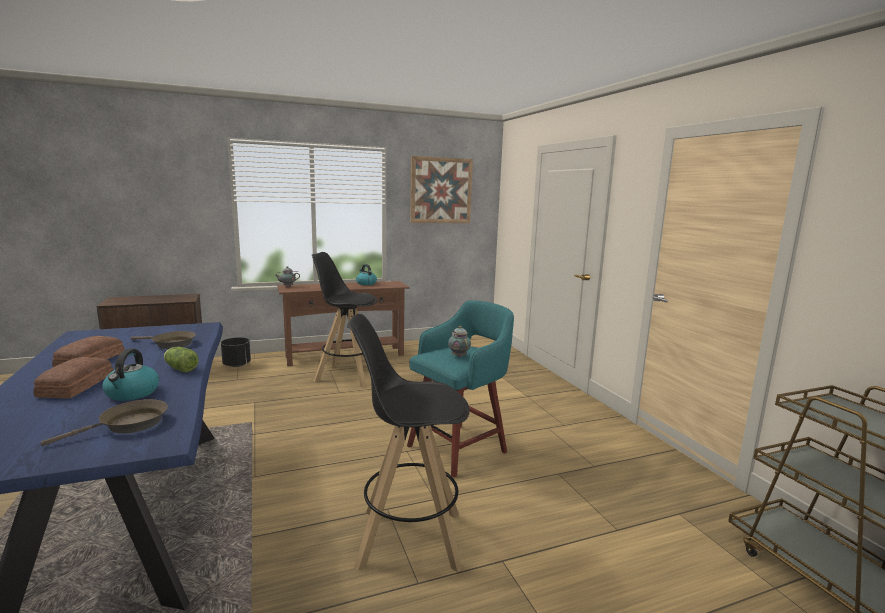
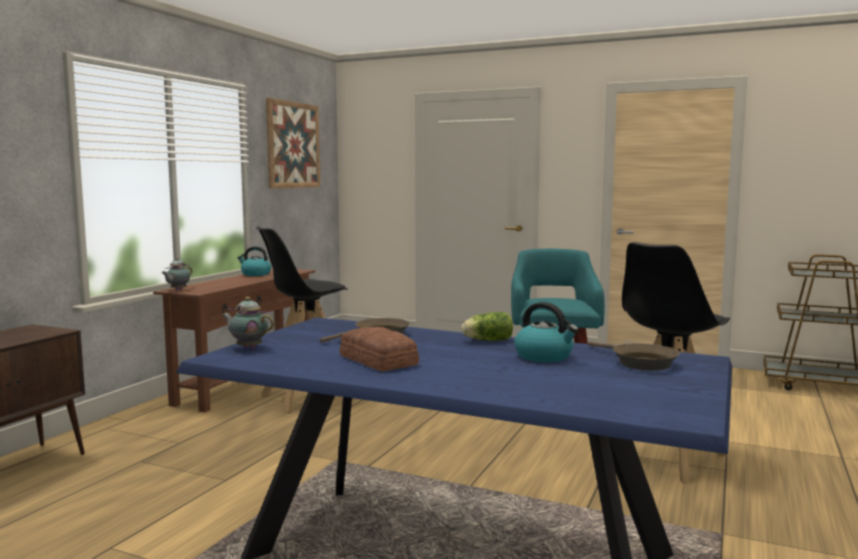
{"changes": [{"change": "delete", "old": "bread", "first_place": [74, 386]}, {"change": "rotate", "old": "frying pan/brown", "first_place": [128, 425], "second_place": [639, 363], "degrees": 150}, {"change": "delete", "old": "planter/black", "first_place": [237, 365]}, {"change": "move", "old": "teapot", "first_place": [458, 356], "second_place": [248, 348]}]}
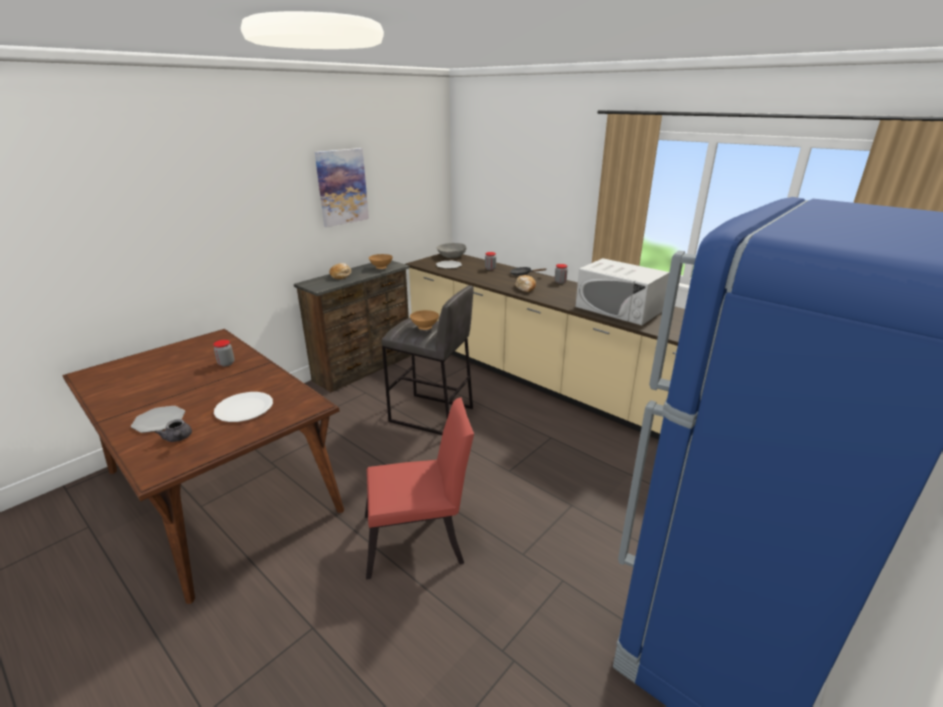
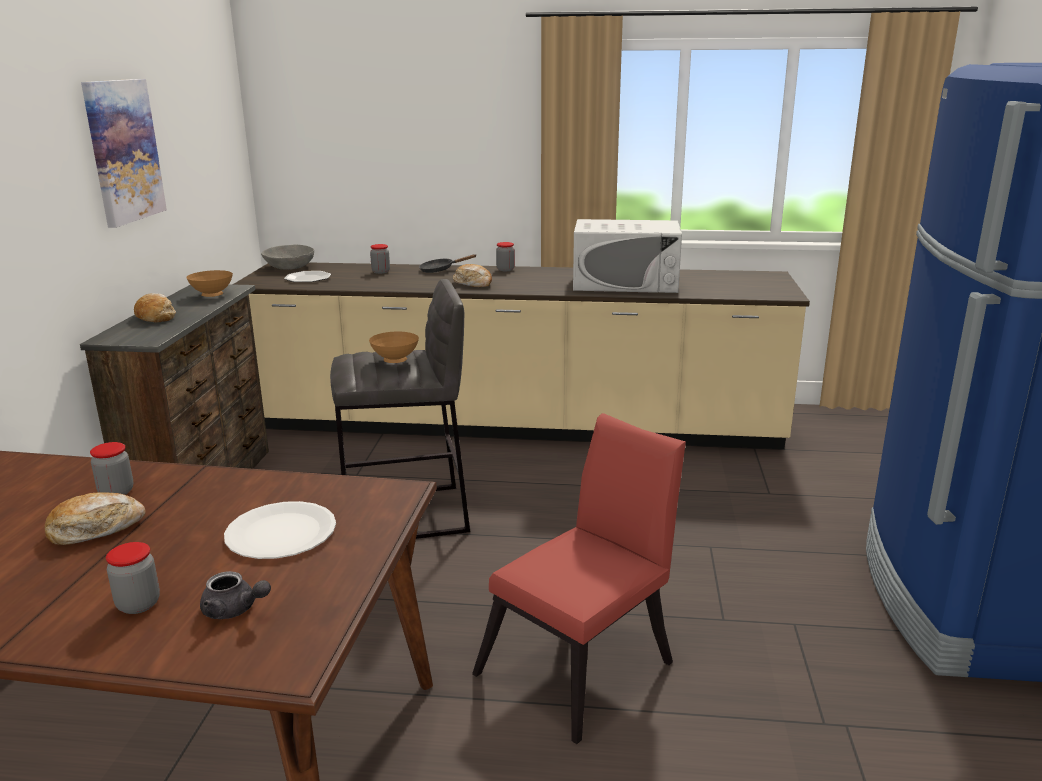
{"changes": [{"change": "replace", "old": "plate", "new": "jar", "first_place": [159, 420], "second_place": [138, 604]}, {"change": "insert", "new": "bread", "second_place": [96, 529]}]}
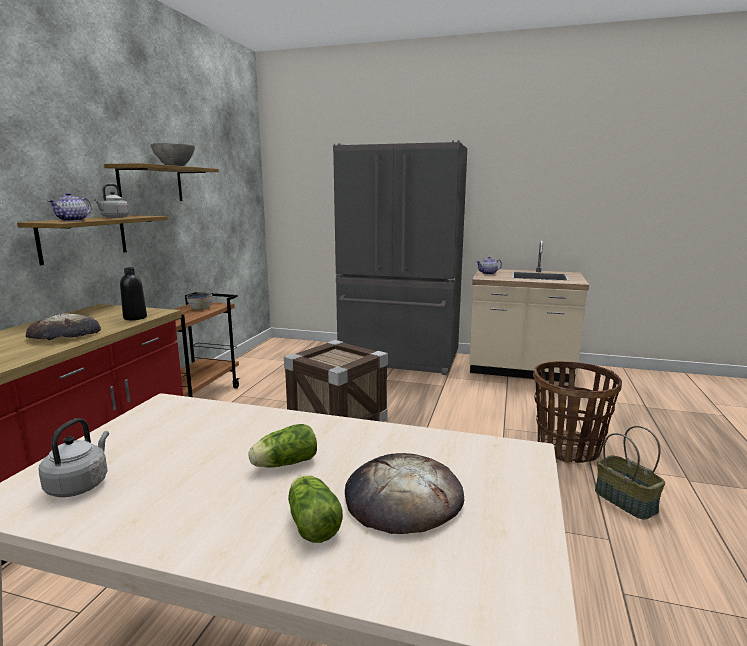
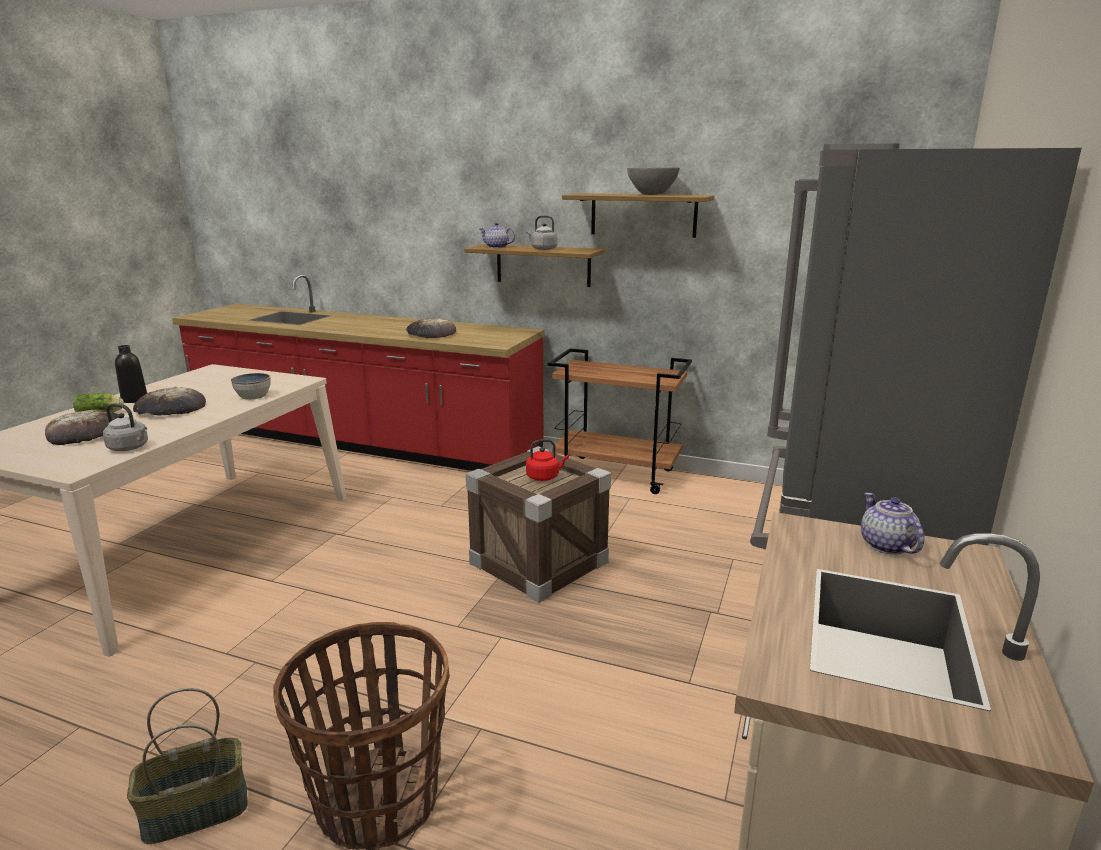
{"changes": [{"change": "move", "old": "kettle/grey", "first_place": [80, 484], "second_place": [130, 448]}, {"change": "move", "old": "bottle/black", "first_place": [135, 318], "second_place": [134, 399]}, {"change": "move", "old": "bowl", "first_place": [200, 308], "second_place": [253, 396]}, {"change": "replace", "old": "lettuce", "new": "bread", "first_place": [283, 464], "second_place": [170, 409]}, {"change": "insert", "new": "kettle/red", "second_place": [544, 477]}]}
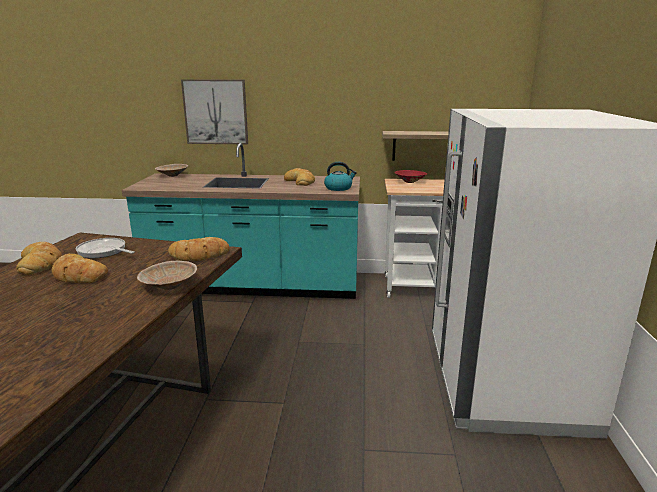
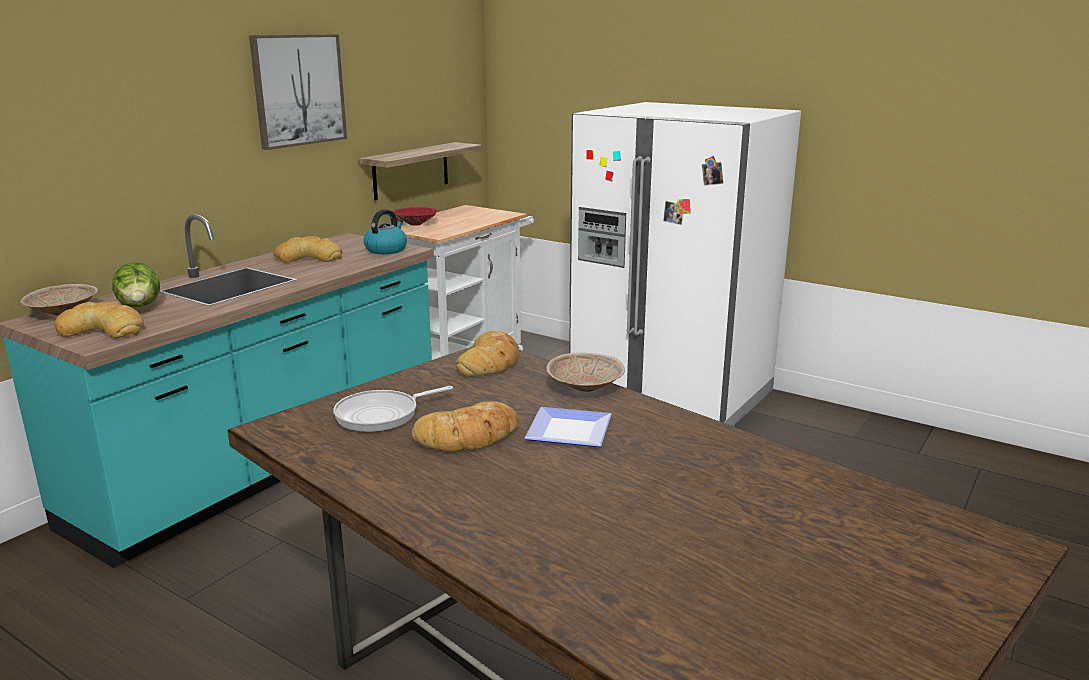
{"changes": [{"change": "move", "old": "bread", "first_place": [41, 263], "second_place": [103, 329]}, {"change": "move", "old": "picture", "first_place": [216, 112], "second_place": [298, 90]}, {"change": "insert", "new": "lettuce", "second_place": [140, 308]}, {"change": "insert", "new": "plate", "second_place": [572, 430]}]}
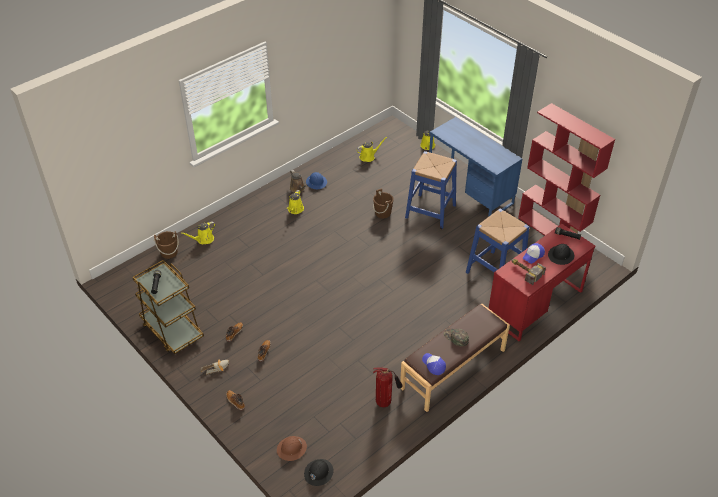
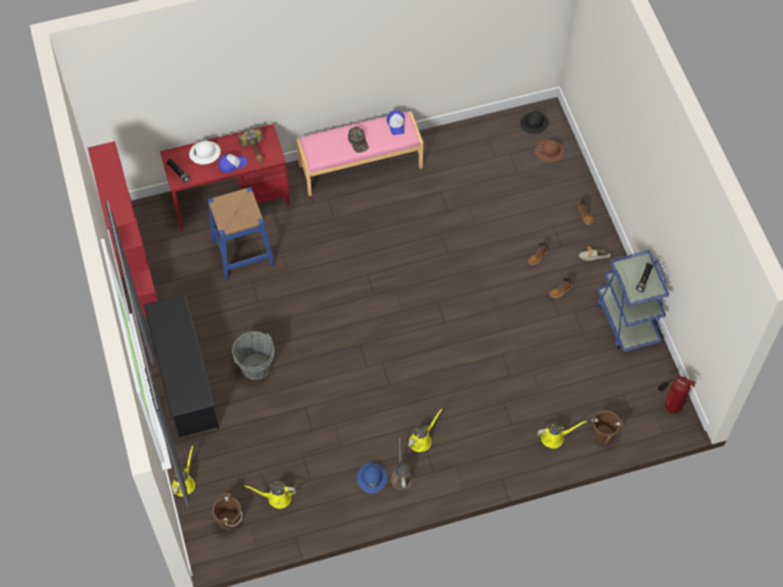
{"changes": [{"change": "recolor", "old": "cart/brown", "new": "cart/blue", "first_place": [172, 330], "second_place": [627, 320]}, {"change": "move", "old": "bucket/brown", "first_place": [383, 213], "second_place": [229, 519]}, {"change": "move", "old": "fire extinguisher", "first_place": [385, 402], "second_place": [670, 407]}, {"change": "recolor", "old": "bench/brown", "new": "bench/pink", "first_place": [453, 369], "second_place": [360, 165]}, {"change": "replace", "old": "stool/blue", "new": "bucket/grey", "first_place": [430, 211], "second_place": [256, 367]}, {"change": "replace", "old": "desk/blue", "new": "shoe rack/black", "first_place": [469, 190], "second_place": [185, 380]}, {"change": "recolor", "old": "hard hat/black", "new": "hard hat/white", "first_place": [561, 255], "second_place": [205, 153]}]}
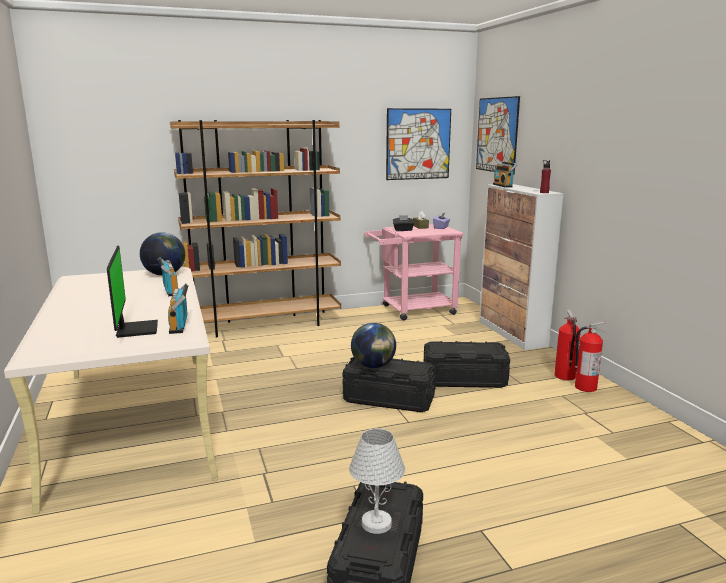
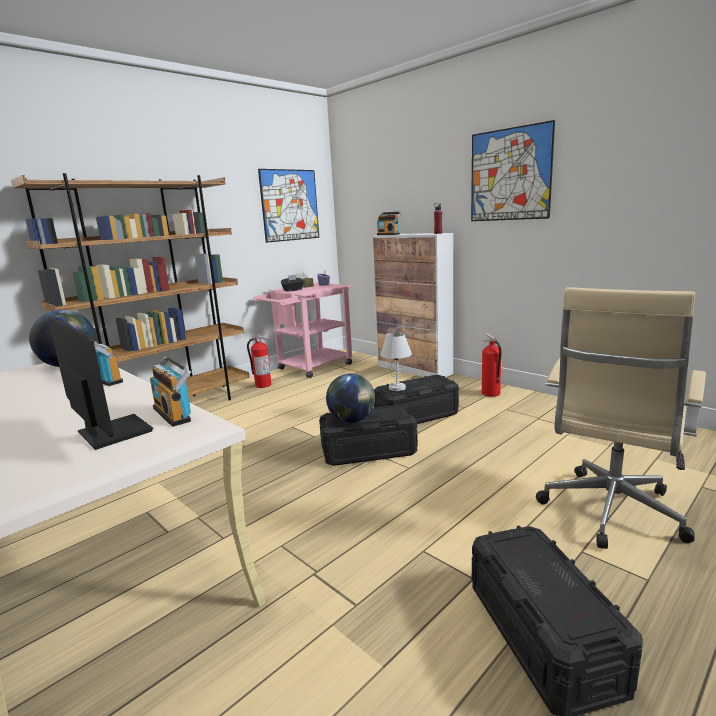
{"changes": [{"change": "move", "old": "table lamp/white", "first_place": [376, 523], "second_place": [397, 388]}, {"change": "move", "old": "picture", "first_place": [497, 135], "second_place": [510, 175]}, {"change": "move", "old": "fire extinguisher", "first_place": [585, 387], "second_place": [263, 385]}, {"change": "insert", "new": "office chair/beige", "second_place": [610, 513]}]}
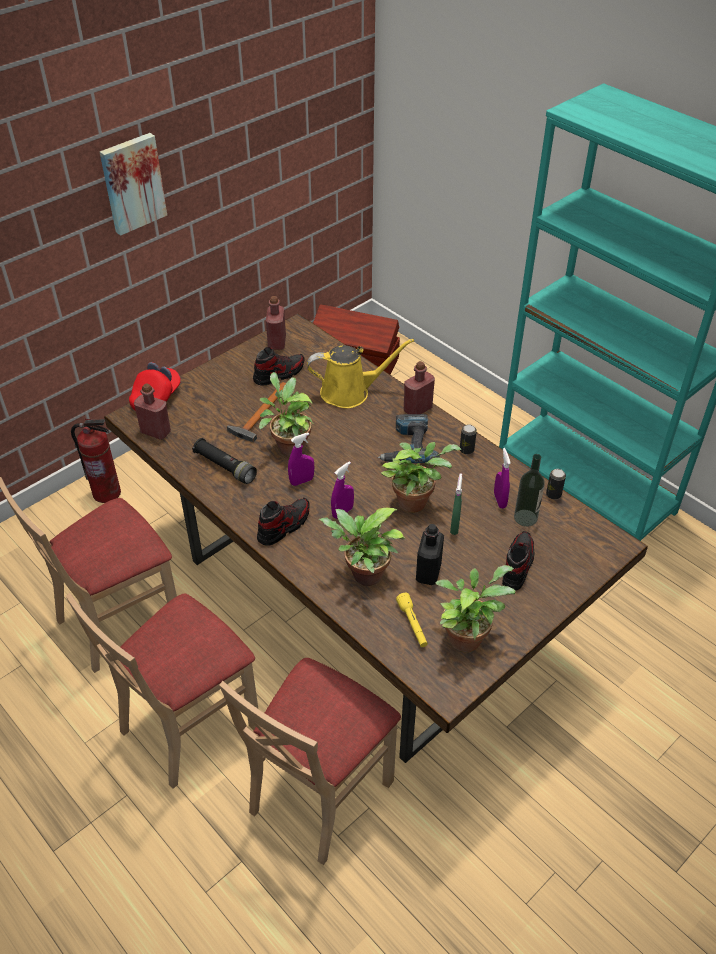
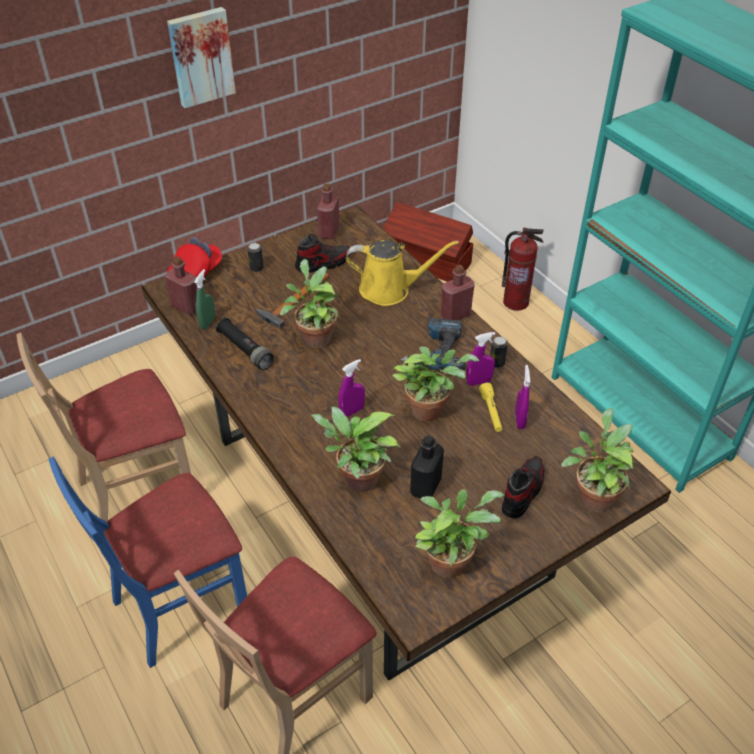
{"changes": [{"change": "recolor", "old": "chair/beige", "new": "chair/blue", "first_place": [188, 725], "second_place": [180, 605]}, {"change": "move", "old": "fire extinguisher", "first_place": [107, 493], "second_place": [516, 302]}, {"change": "delete", "old": "shoe", "first_place": [284, 526]}, {"change": "move", "old": "spray bottle/purple", "first_place": [302, 481], "second_place": [479, 382]}, {"change": "move", "old": "flashlight/yellow", "first_place": [412, 624], "second_place": [491, 412]}, {"change": "move", "old": "spray bottle/green", "first_place": [454, 526], "second_place": [207, 322]}, {"change": "delete", "old": "bottle", "first_place": [525, 518]}, {"change": "move", "old": "can", "first_place": [553, 494], "second_place": [256, 268]}, {"change": "insert", "new": "potted plant", "second_place": [593, 495]}]}
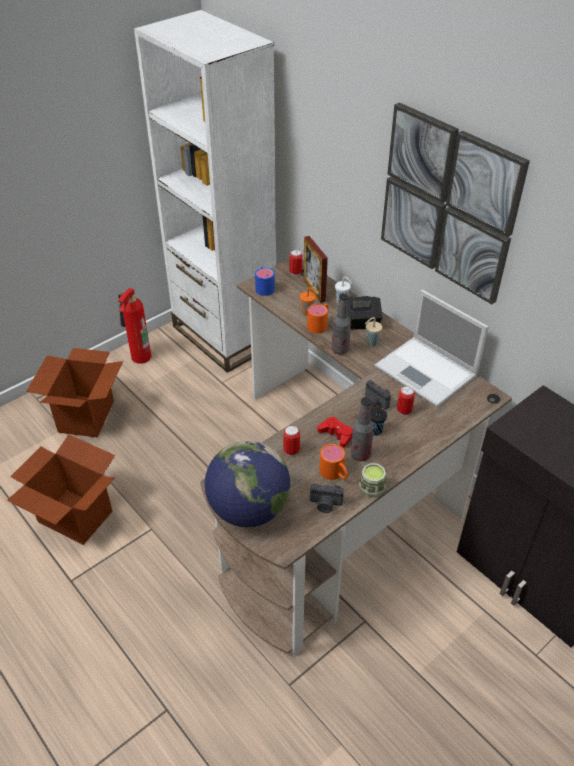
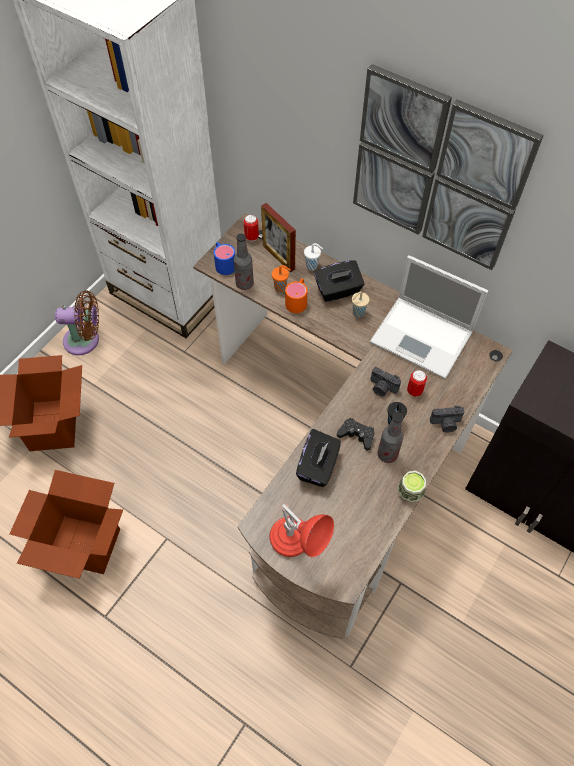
{"changes": [{"change": "replace", "old": "fire extinguisher", "new": "fan/brown", "first_place": [138, 358], "second_place": [85, 340]}, {"change": "replace", "old": "globe", "new": "table lamp/red", "first_place": [248, 509], "second_place": [298, 547]}, {"change": "replace", "old": "can", "new": "tissue box/black", "first_place": [291, 451], "second_place": [318, 466]}, {"change": "move", "old": "photo camera", "first_place": [325, 504], "second_place": [446, 424]}, {"change": "recolor", "old": "game controller/red", "new": "game controller/black", "first_place": [336, 434], "second_place": [356, 435]}, {"change": "delete", "old": "mug/orange", "first_place": [335, 474]}, {"change": "move", "old": "bottle", "first_place": [340, 349], "second_place": [244, 284]}]}
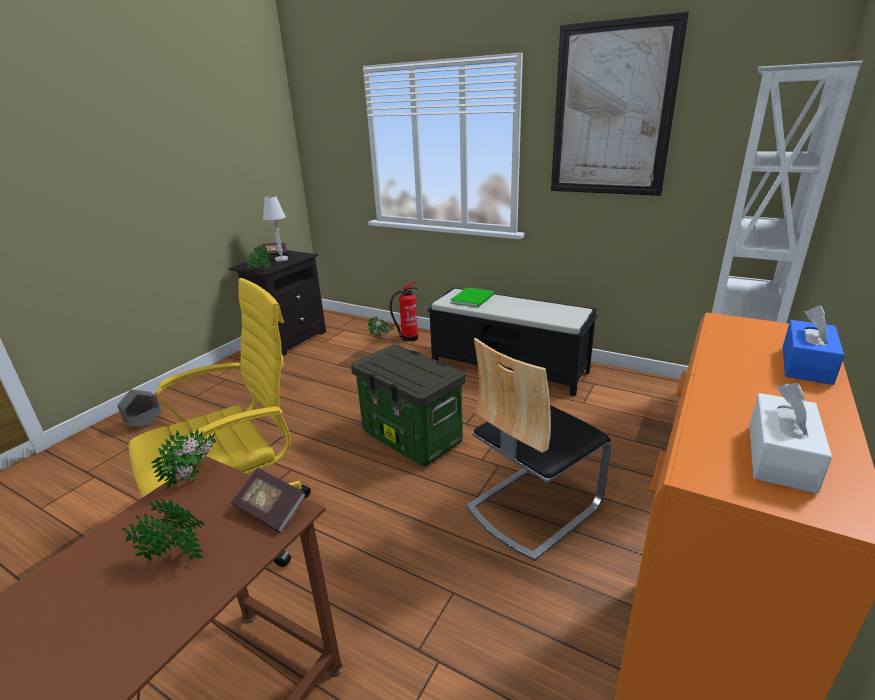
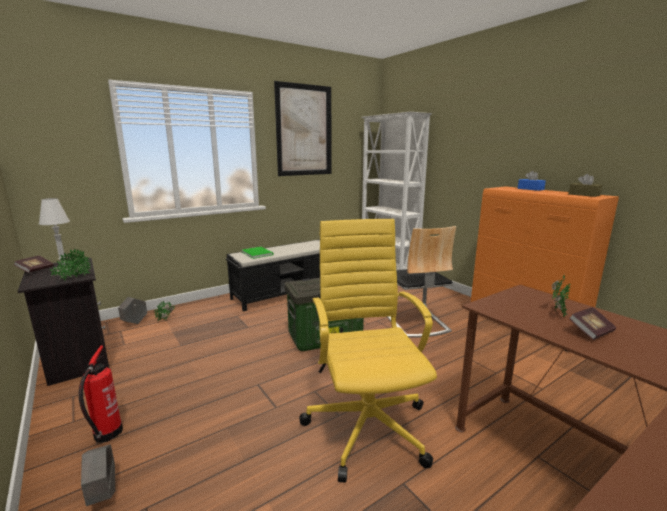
{"changes": [{"change": "delete", "old": "potted plant", "first_place": [196, 476]}, {"change": "move", "old": "book", "first_place": [271, 510], "second_place": [591, 332]}, {"change": "move", "old": "fire extinguisher", "first_place": [408, 338], "second_place": [106, 435]}, {"change": "recolor", "old": "tissue box/white", "new": "tissue box/brown", "first_place": [780, 456], "second_place": [583, 195]}, {"change": "insert", "new": "planter/grey", "second_place": [135, 322]}]}
